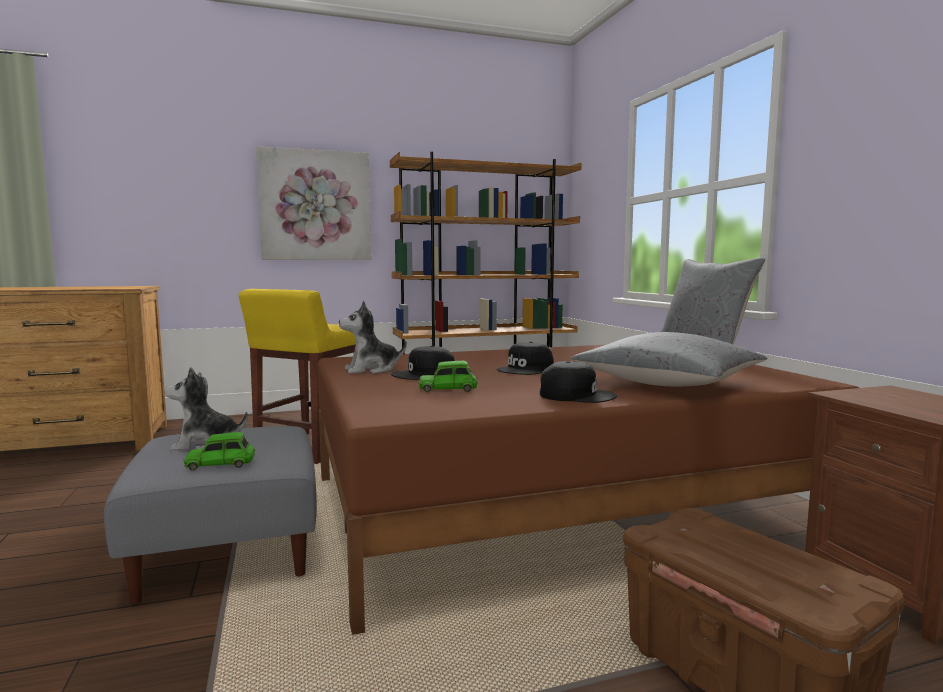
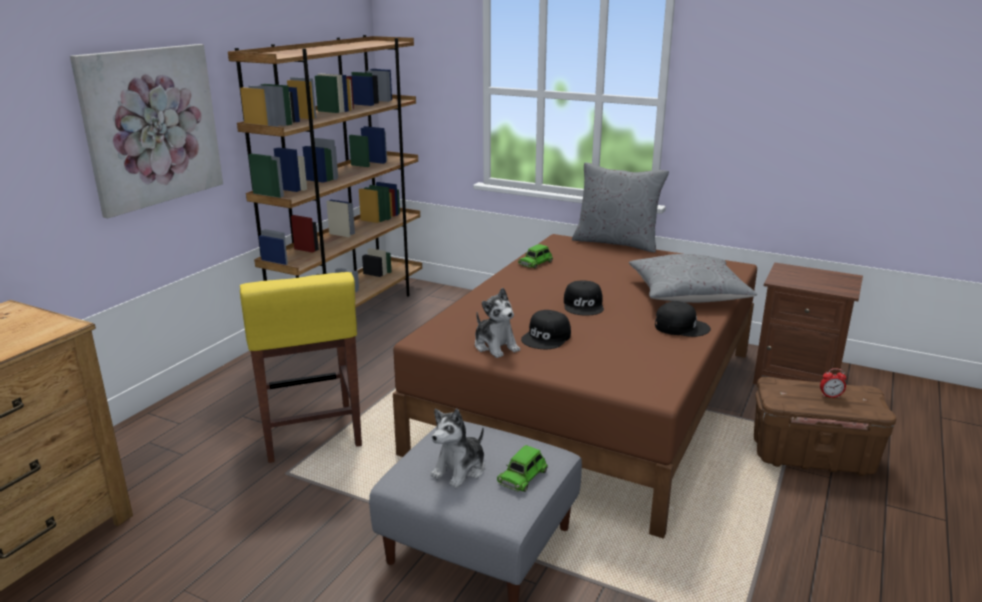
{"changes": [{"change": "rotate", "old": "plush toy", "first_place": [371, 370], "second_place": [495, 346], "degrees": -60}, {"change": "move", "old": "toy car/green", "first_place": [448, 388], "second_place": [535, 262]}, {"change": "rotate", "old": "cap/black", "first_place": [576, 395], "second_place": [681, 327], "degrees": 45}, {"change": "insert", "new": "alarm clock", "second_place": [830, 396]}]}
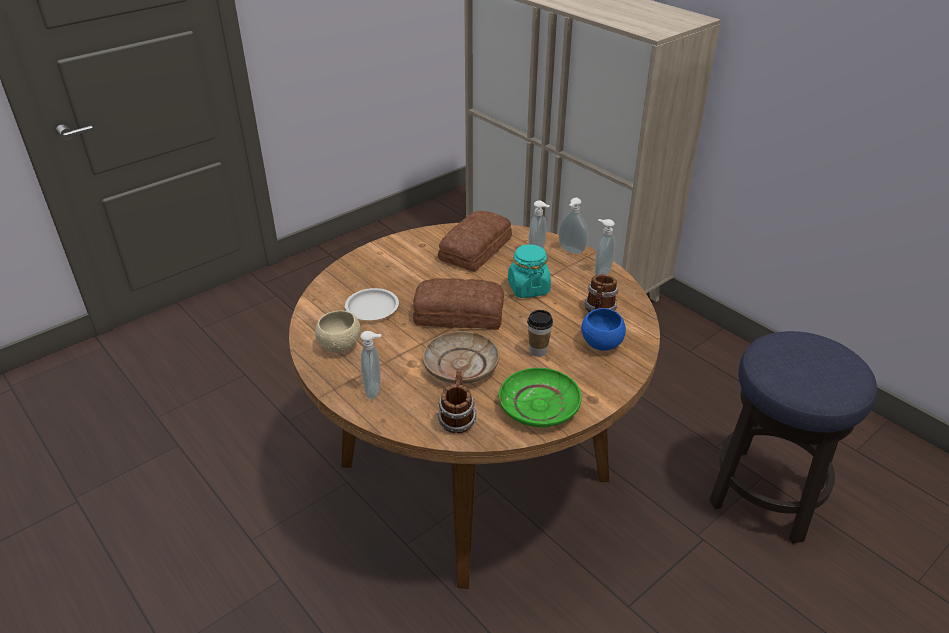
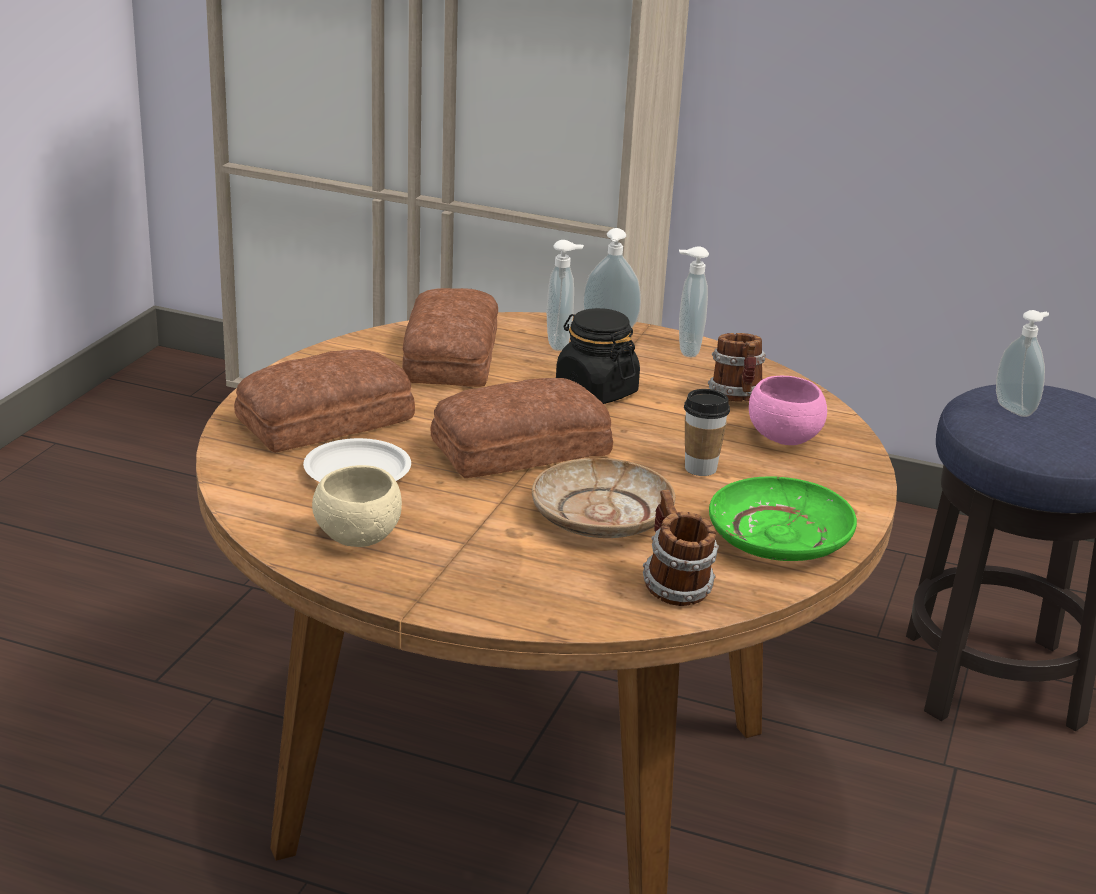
{"changes": [{"change": "move", "old": "soap dispenser", "first_place": [375, 390], "second_place": [1016, 409]}, {"change": "recolor", "old": "jar/turquoise", "new": "jar/black", "first_place": [528, 288], "second_place": [596, 391]}, {"change": "recolor", "old": "bowl/blue", "new": "bowl/pink", "first_place": [601, 343], "second_place": [783, 438]}, {"change": "insert", "new": "bread", "second_place": [328, 421]}]}
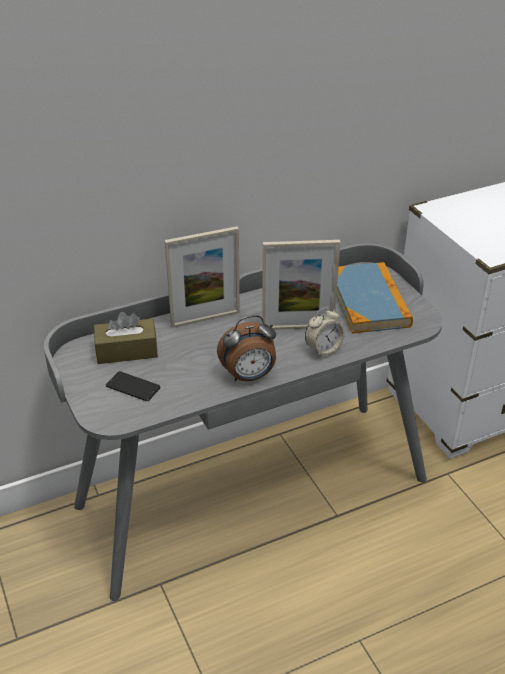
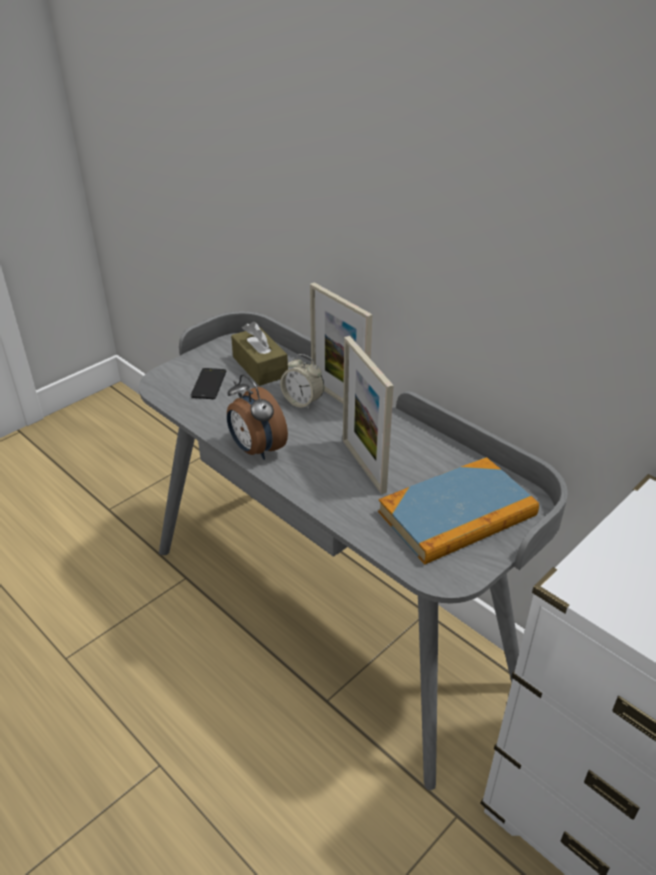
{"changes": [{"change": "move", "old": "alarm clock", "first_place": [323, 349], "second_place": [302, 402]}]}
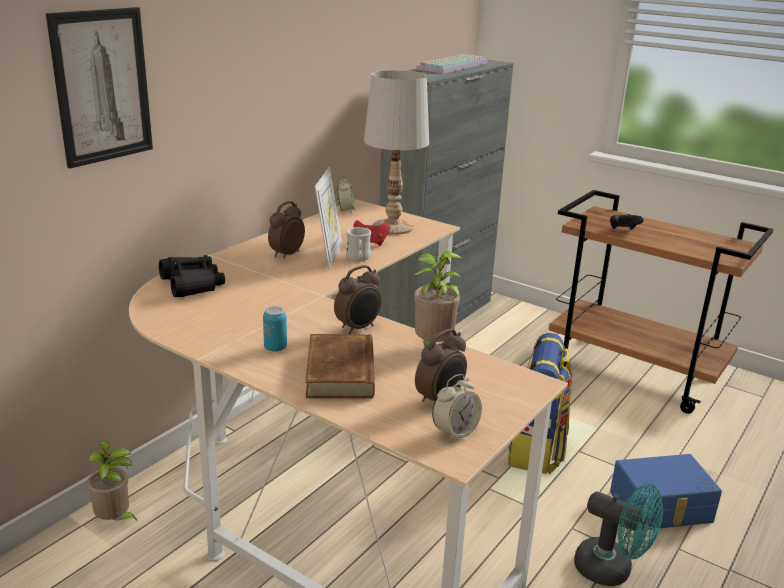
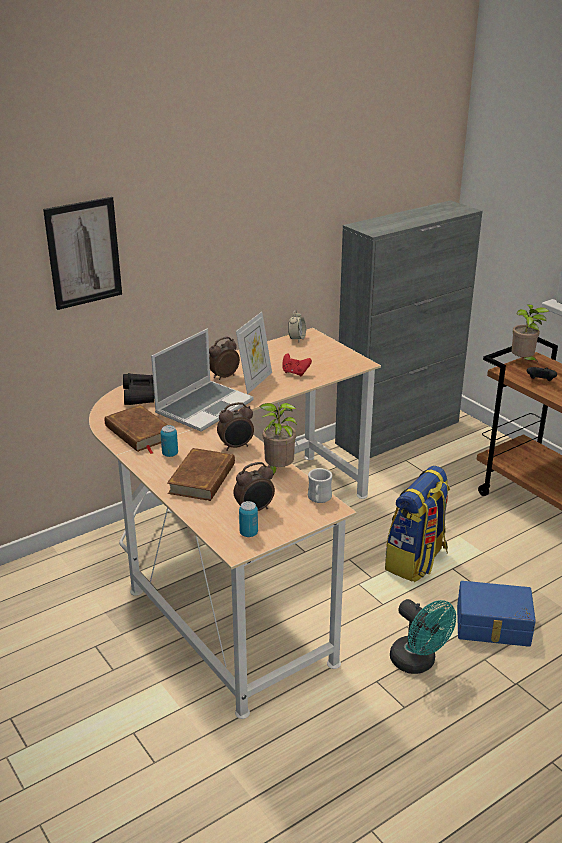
{"changes": [{"change": "move", "old": "potted plant", "first_place": [115, 520], "second_place": [523, 361]}, {"change": "move", "old": "mug/white", "first_place": [358, 258], "second_place": [318, 499]}, {"change": "delete", "old": "table lamp/white", "first_place": [392, 227]}, {"change": "delete", "old": "keyboard", "first_place": [452, 65]}, {"change": "replace", "old": "alarm clock", "new": "can", "first_place": [455, 432], "second_place": [248, 533]}, {"change": "insert", "new": "book/brown", "second_place": [138, 433]}, {"change": "insert", "new": "laptop", "second_place": [204, 407]}]}
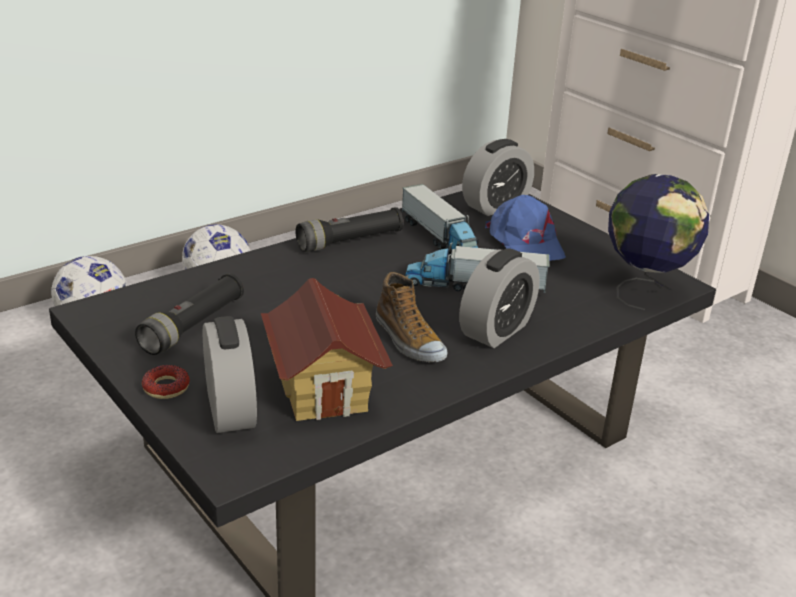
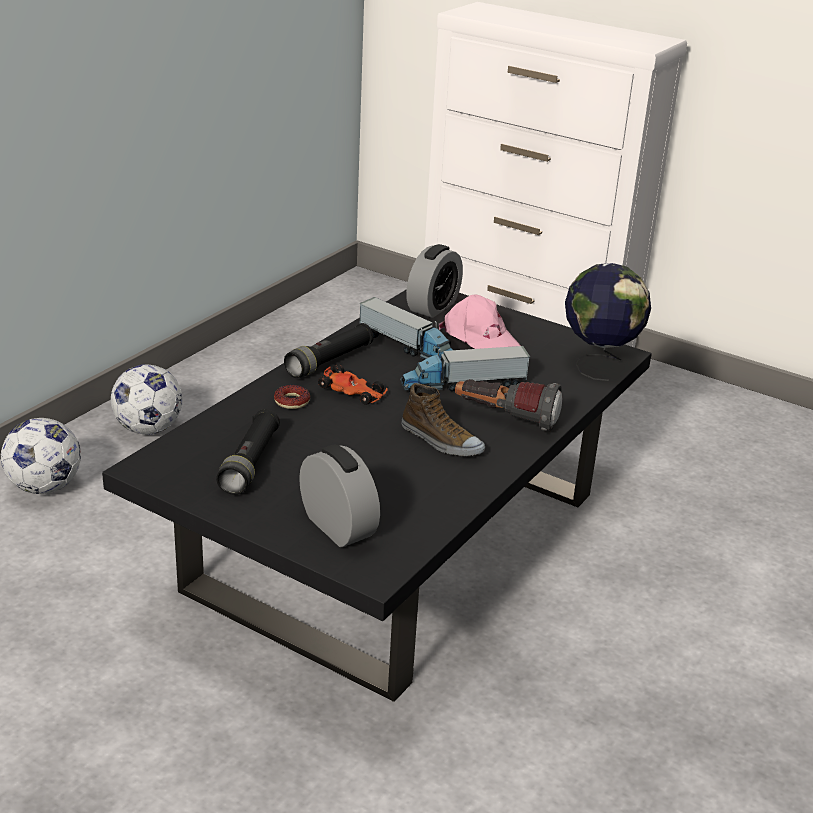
{"changes": [{"change": "move", "old": "donut", "first_place": [166, 387], "second_place": [292, 401]}, {"change": "delete", "old": "toy house", "first_place": [324, 391]}, {"change": "replace", "old": "alarm clock", "new": "flashlight", "first_place": [496, 330], "second_place": [505, 419]}, {"change": "recolor", "old": "cap/blue", "new": "cap/pink", "first_place": [525, 243], "second_place": [479, 338]}, {"change": "insert", "new": "toy car", "second_place": [353, 392]}]}
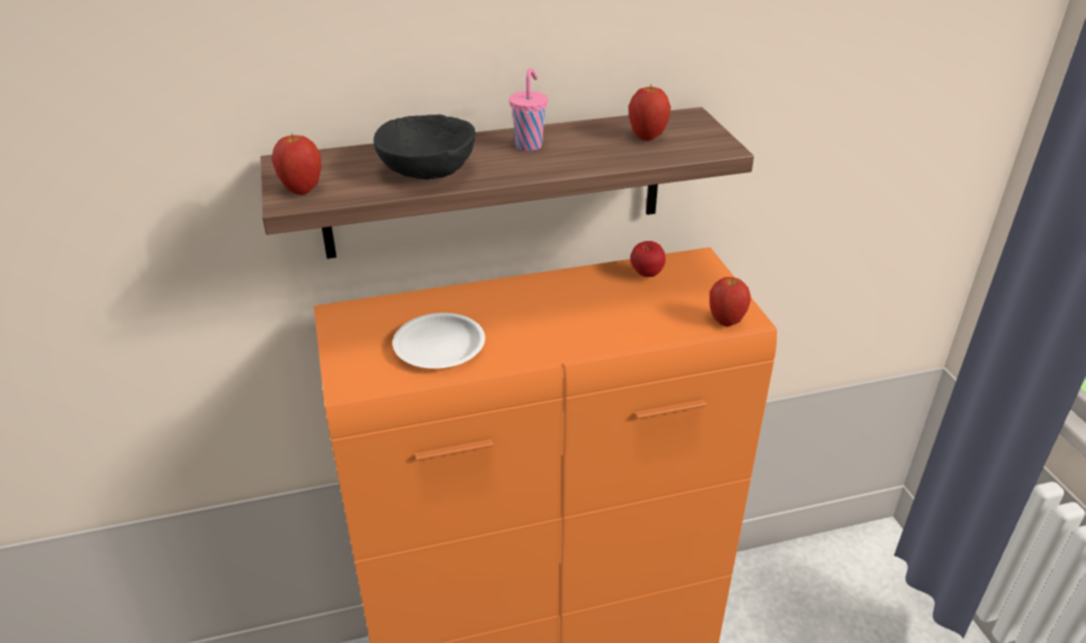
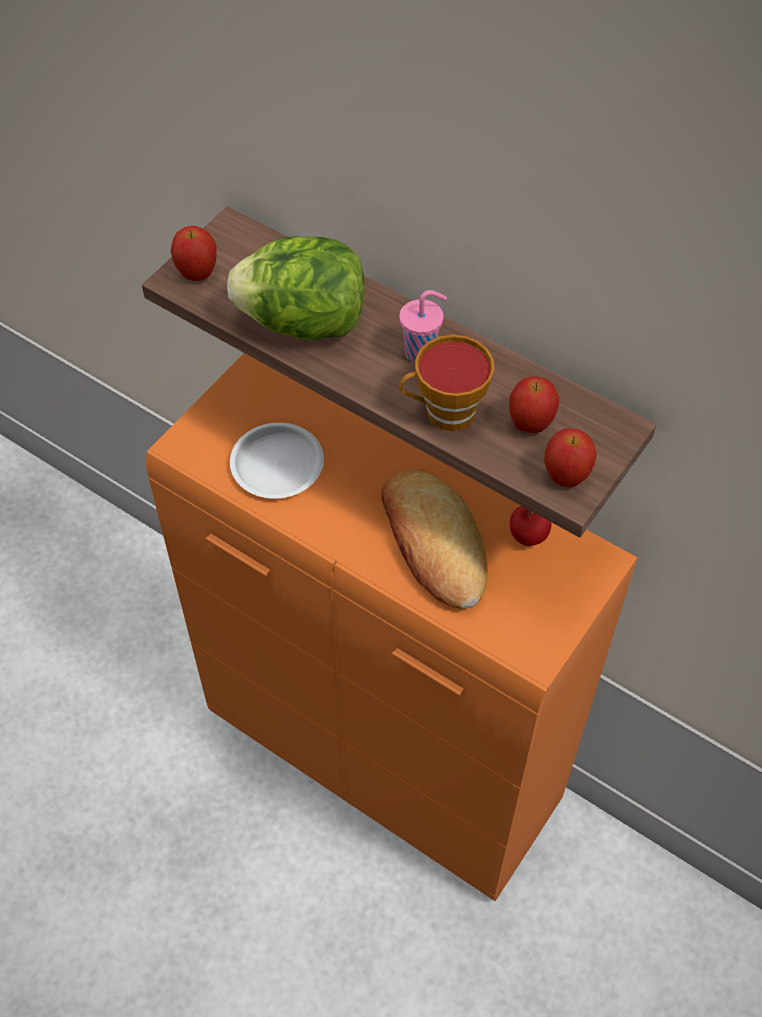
{"changes": [{"change": "replace", "old": "bowl/black", "new": "lettuce", "first_place": [427, 171], "second_place": [304, 322]}, {"change": "move", "old": "apple", "first_place": [726, 321], "second_place": [566, 476]}, {"change": "insert", "new": "bread", "second_place": [433, 543]}, {"change": "insert", "new": "cup", "second_place": [444, 413]}]}
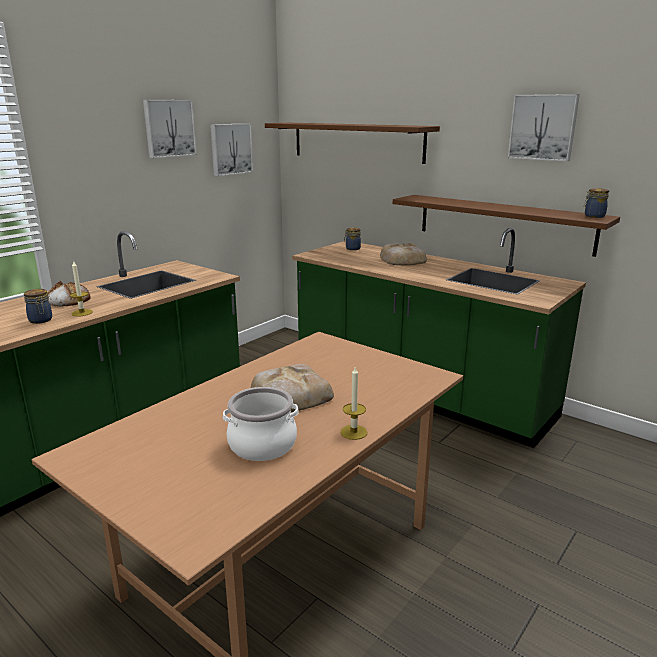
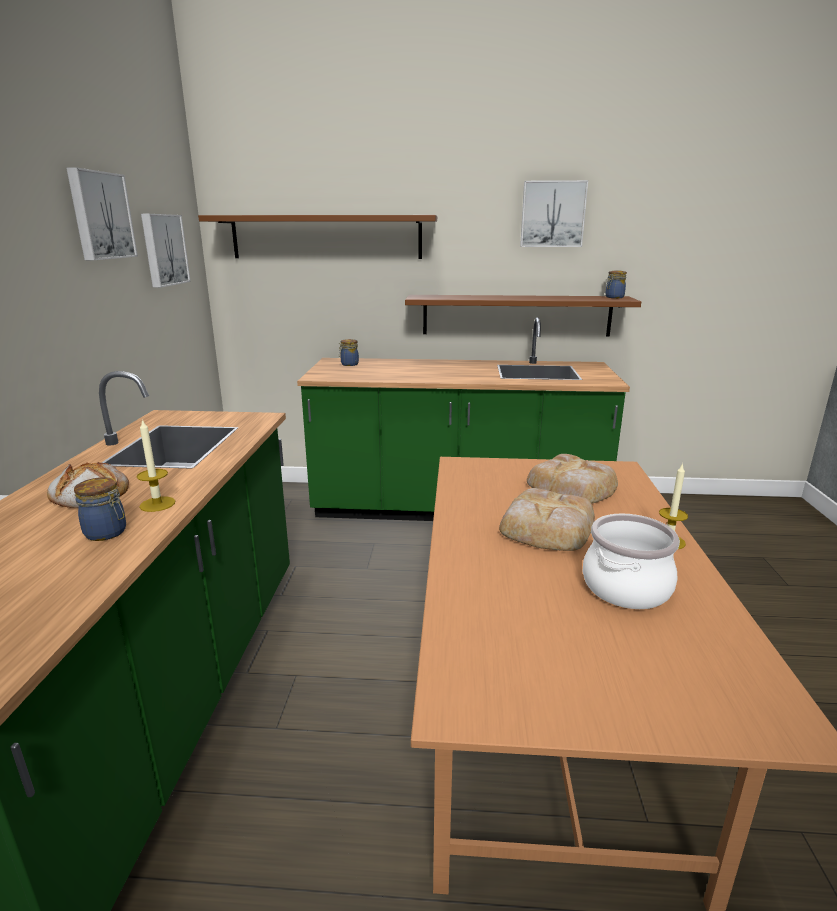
{"changes": [{"change": "move", "old": "bread", "first_place": [402, 260], "second_place": [572, 487]}]}
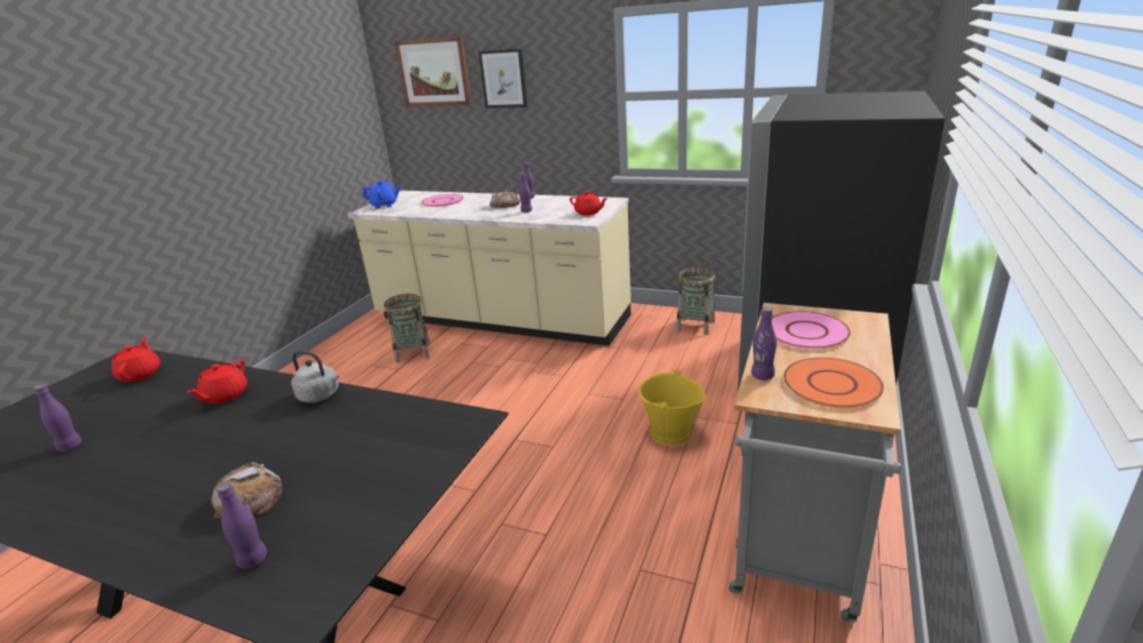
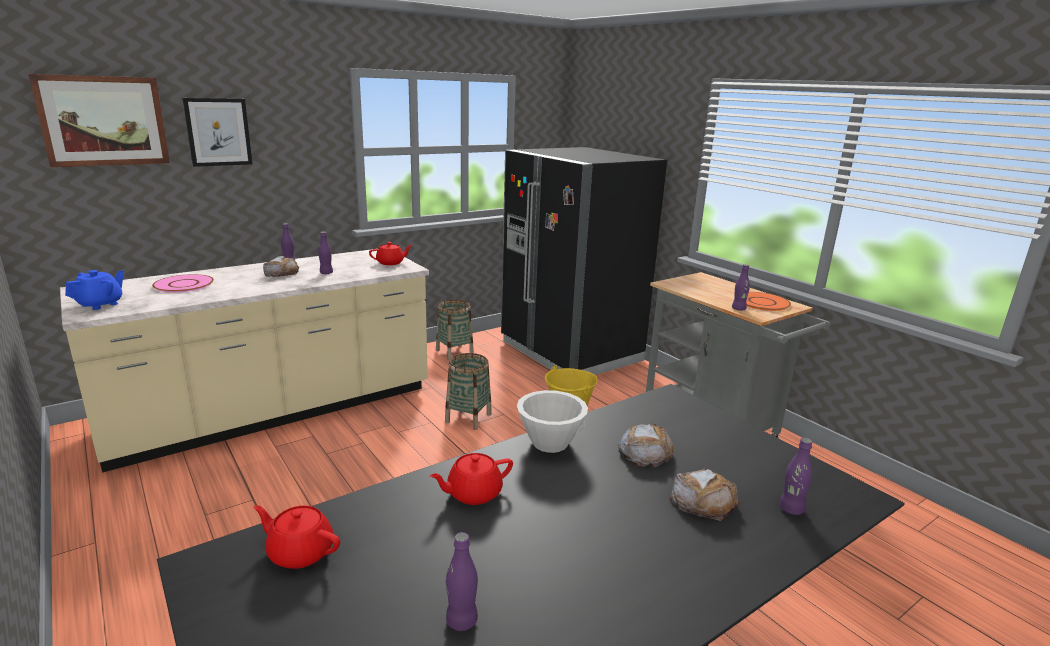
{"changes": [{"change": "rotate", "old": "teapot/red", "first_place": [224, 396], "second_place": [473, 493], "degrees": 105}, {"change": "replace", "old": "kettle/grey", "new": "bowl/white", "first_place": [321, 396], "second_place": [550, 442]}, {"change": "move", "old": "basket", "first_place": [413, 353], "second_place": [468, 418]}, {"change": "delete", "old": "plate/pink", "first_place": [806, 331]}, {"change": "insert", "new": "bread", "second_place": [645, 451]}]}
